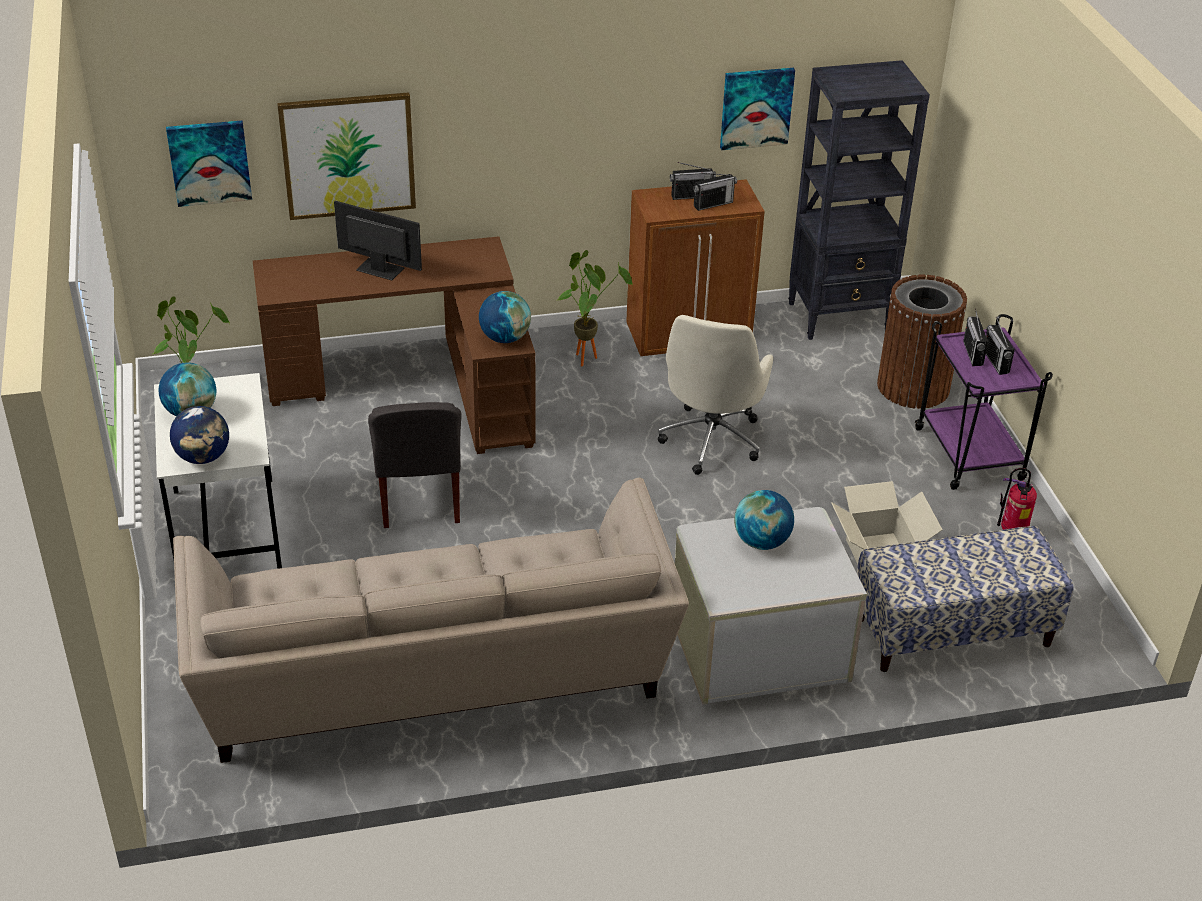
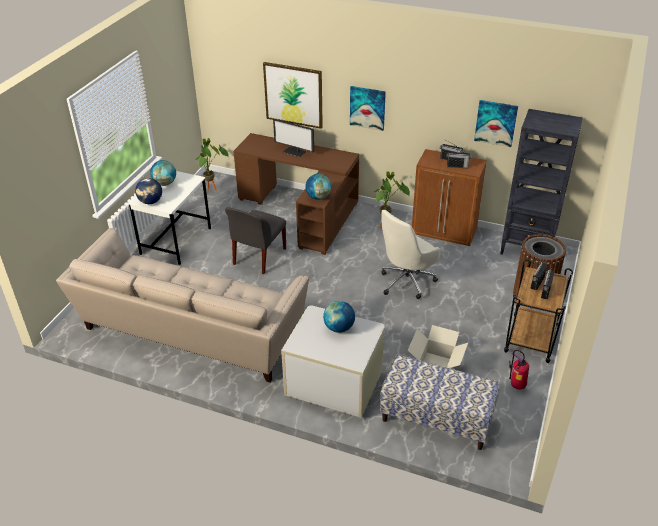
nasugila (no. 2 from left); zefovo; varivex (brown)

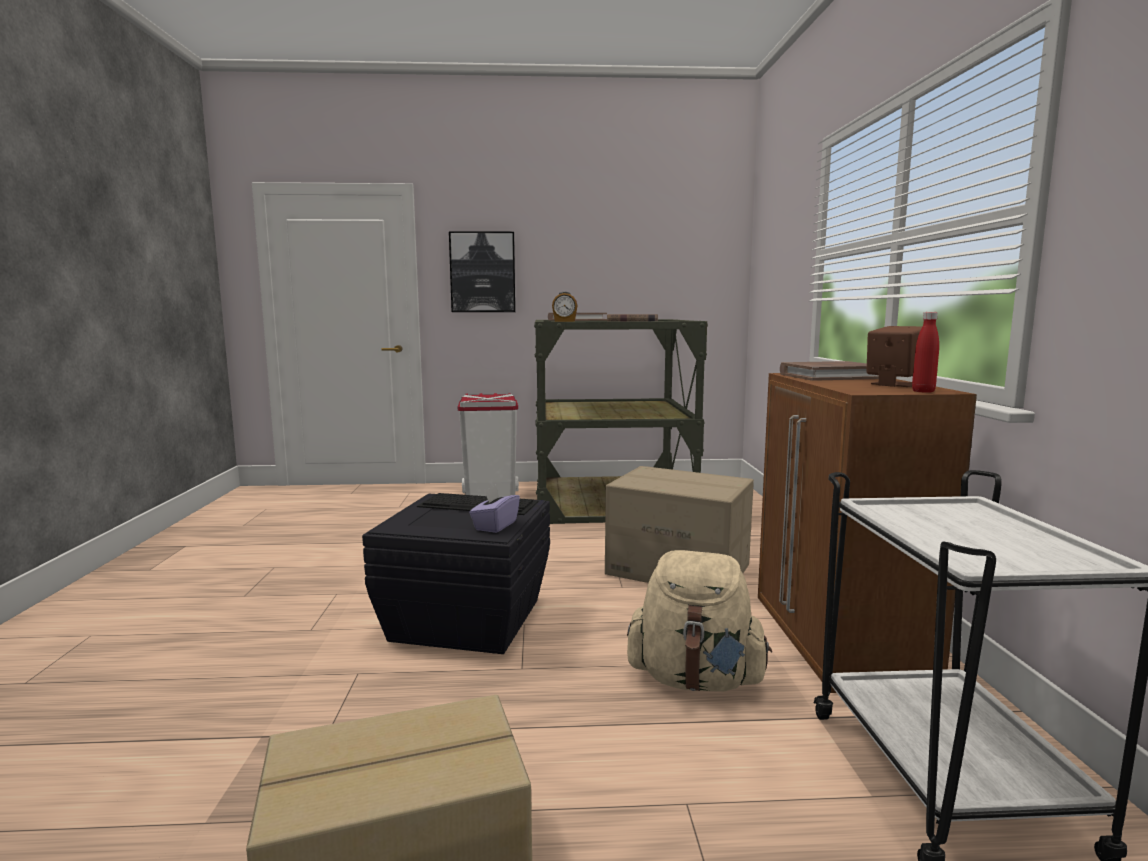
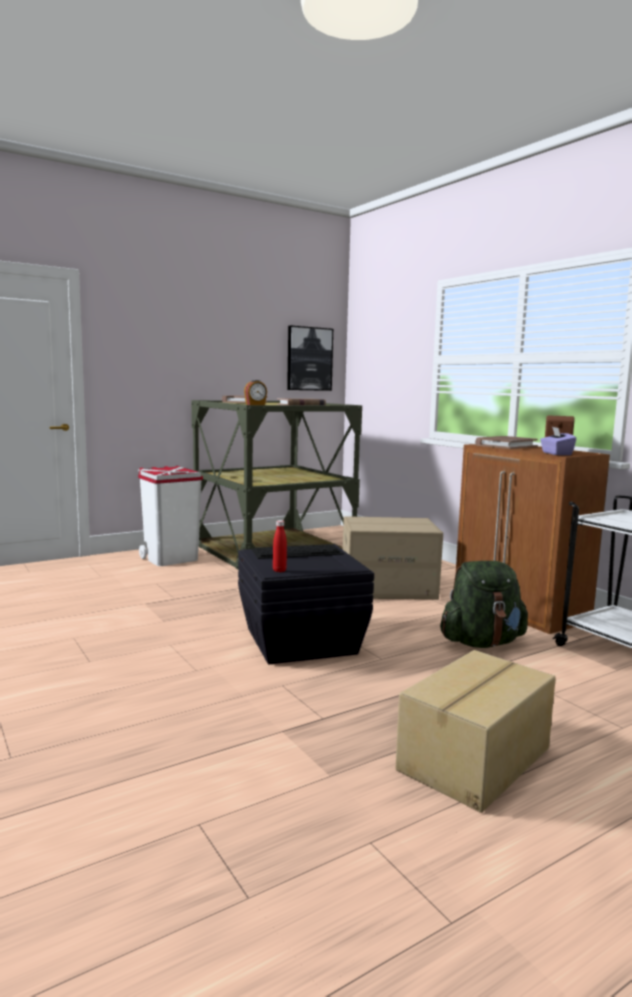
nasugila; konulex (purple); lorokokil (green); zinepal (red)

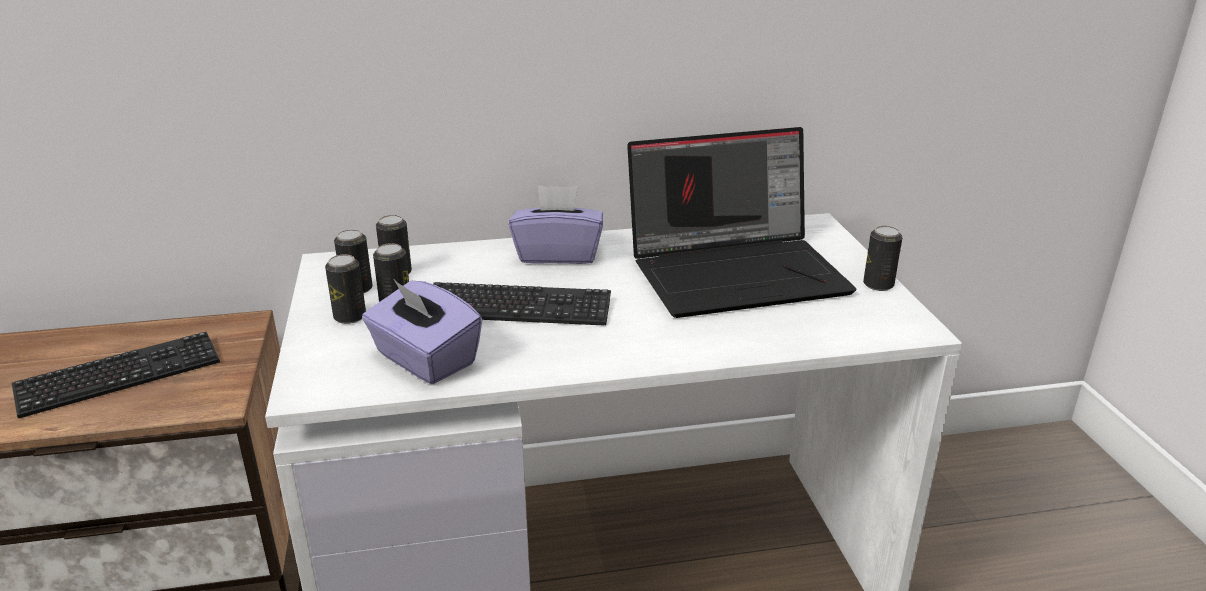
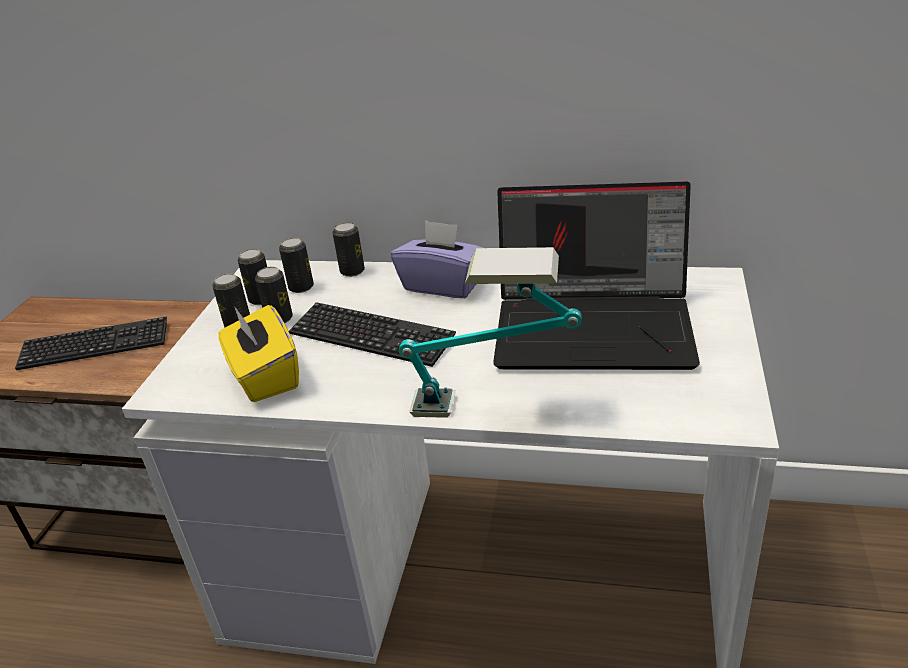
konulex (yellow); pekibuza (no. 5 from left); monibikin

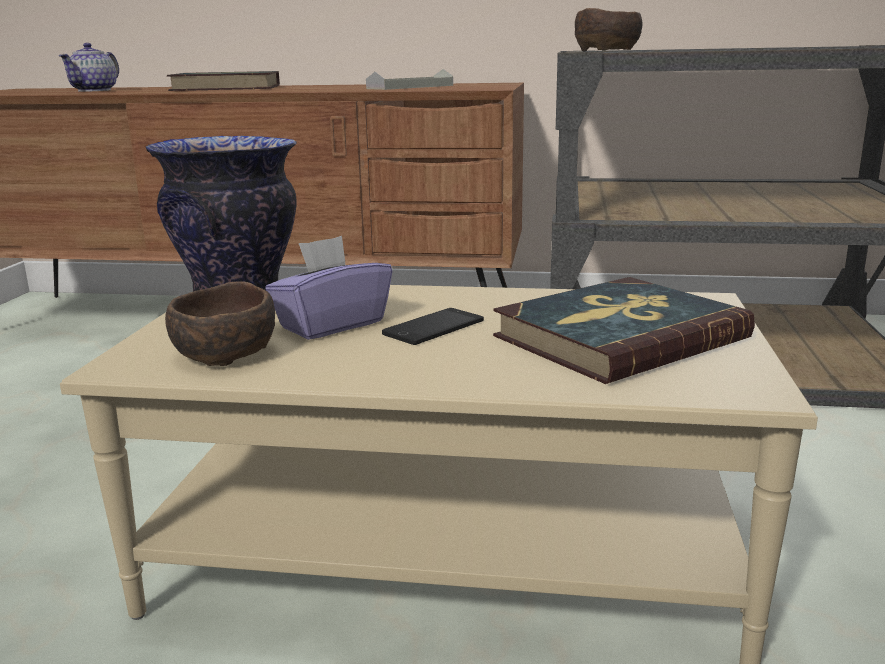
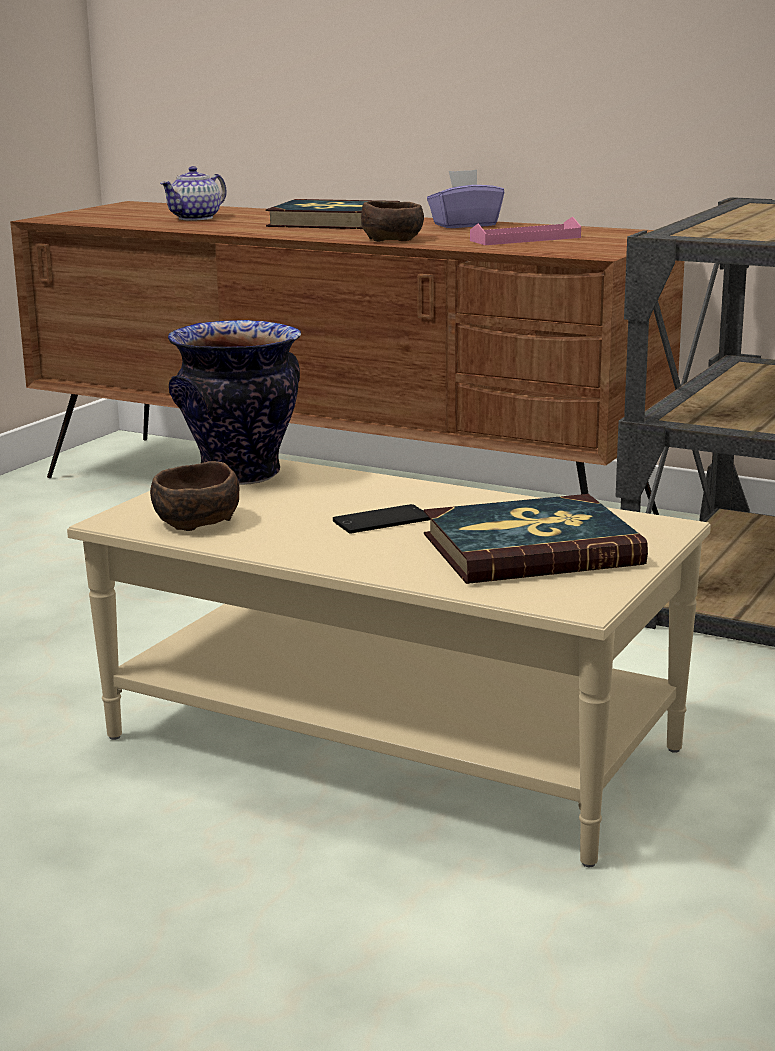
konulex (purple); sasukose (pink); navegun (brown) (no. 2 from left)

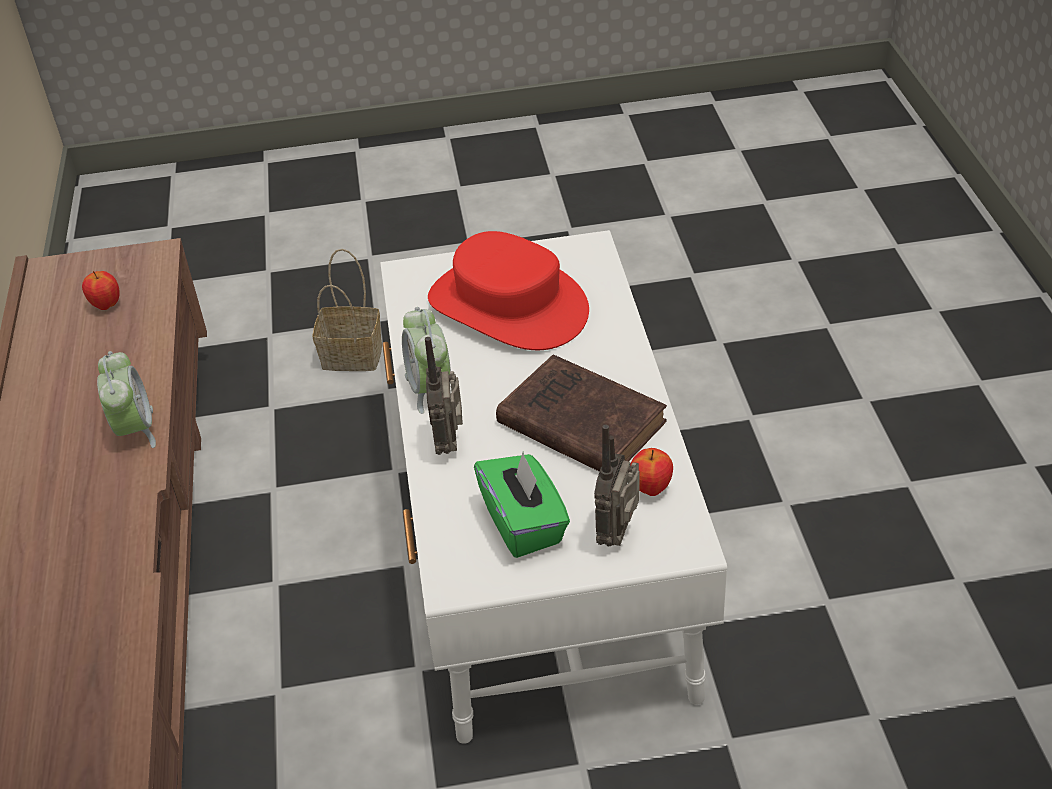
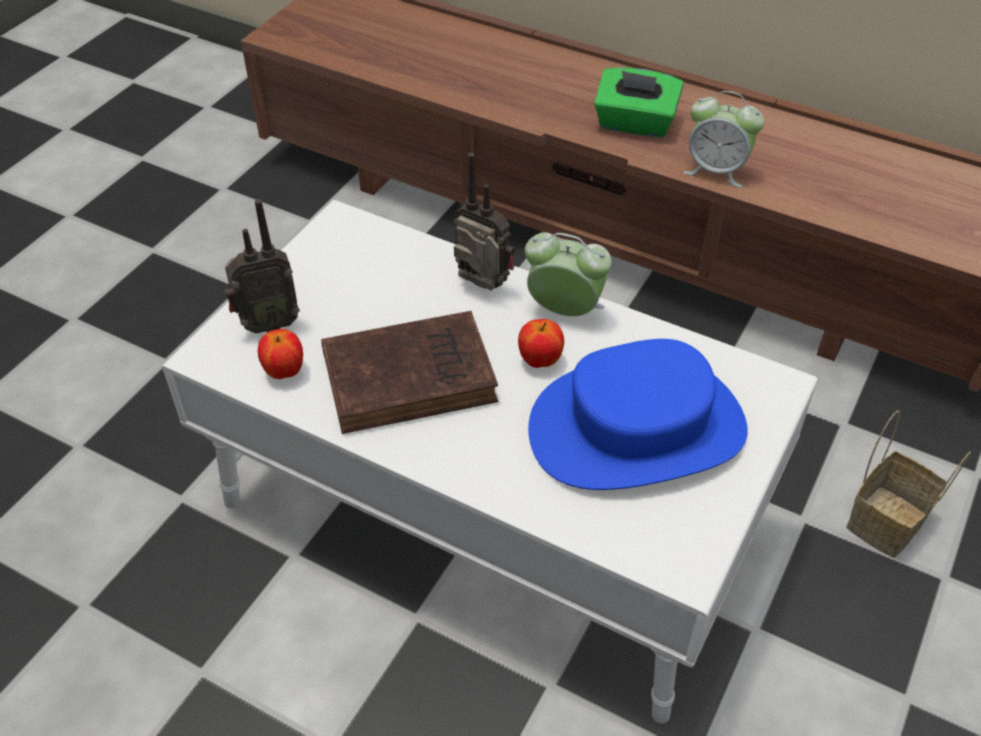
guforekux (no. 2 from left); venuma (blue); konulex (green); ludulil (no. 1 from left)

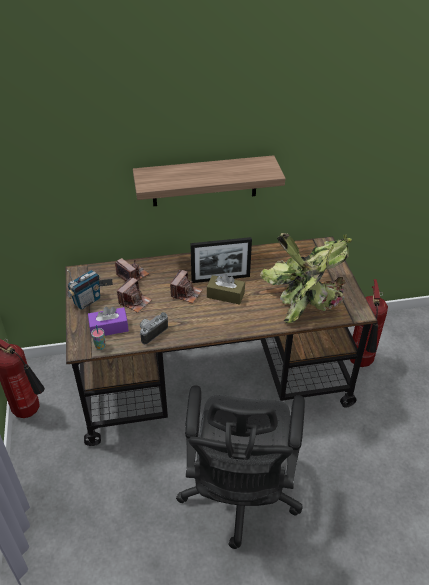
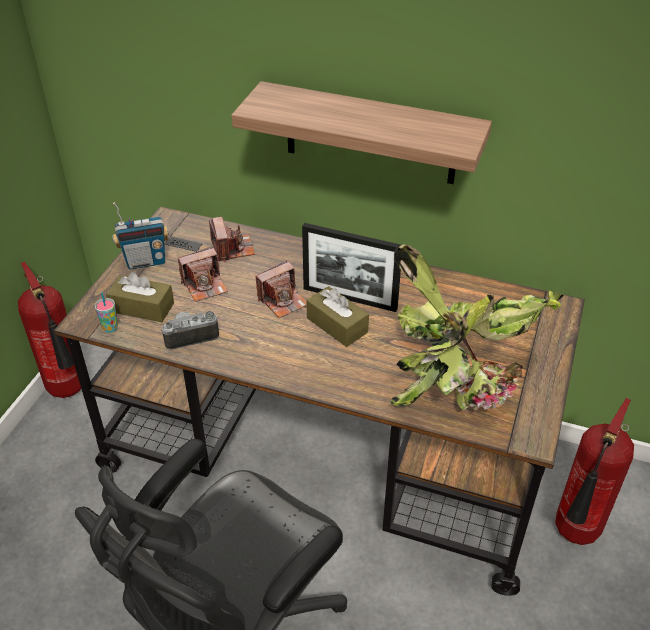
konulex (brown) (no. 1 from left)

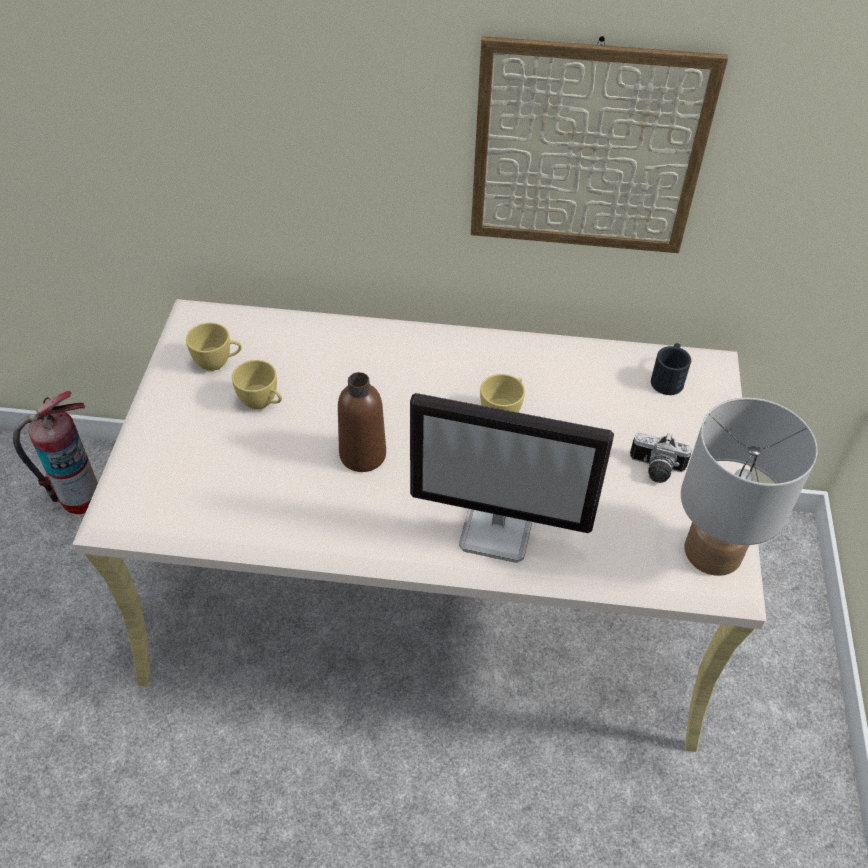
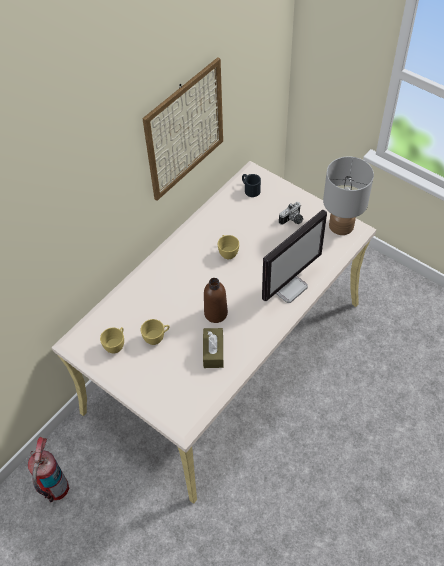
konulex (brown)

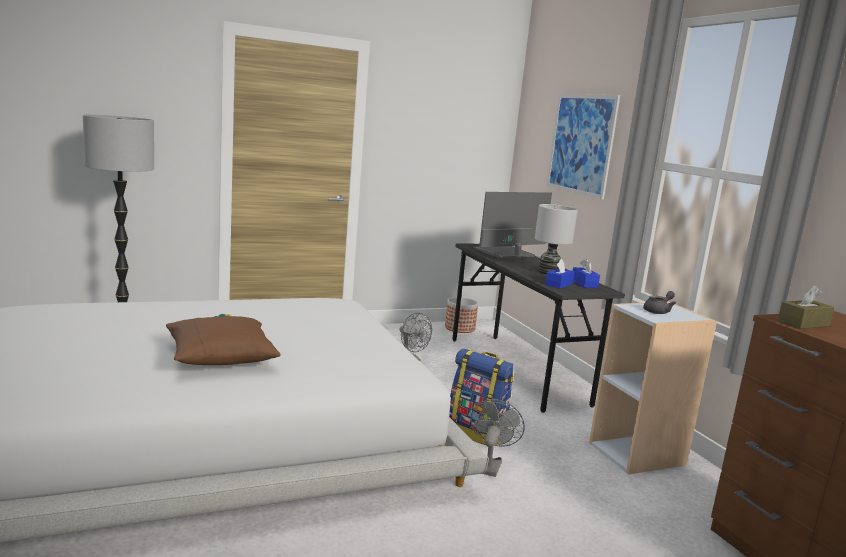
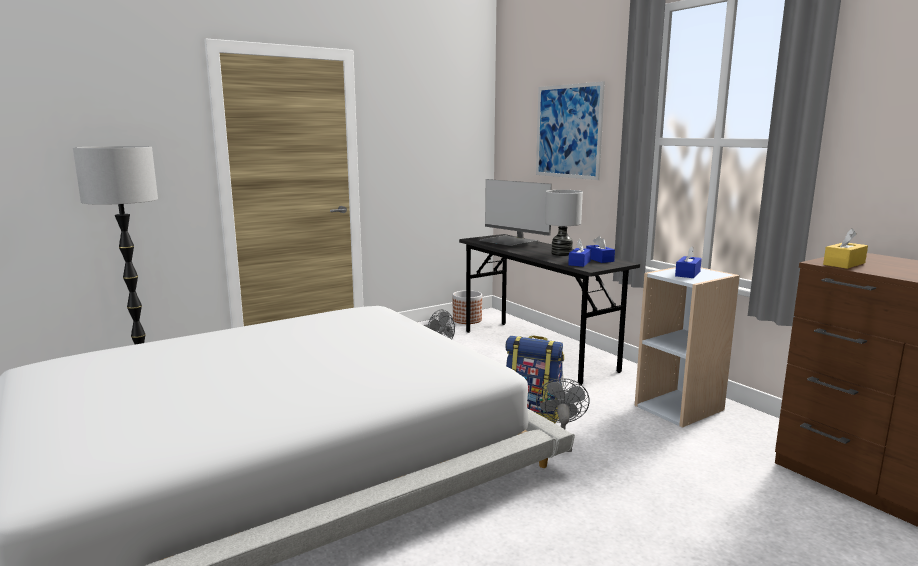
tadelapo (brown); zefovo; konulex (blue) (no. 3 from left); konulex (yellow)

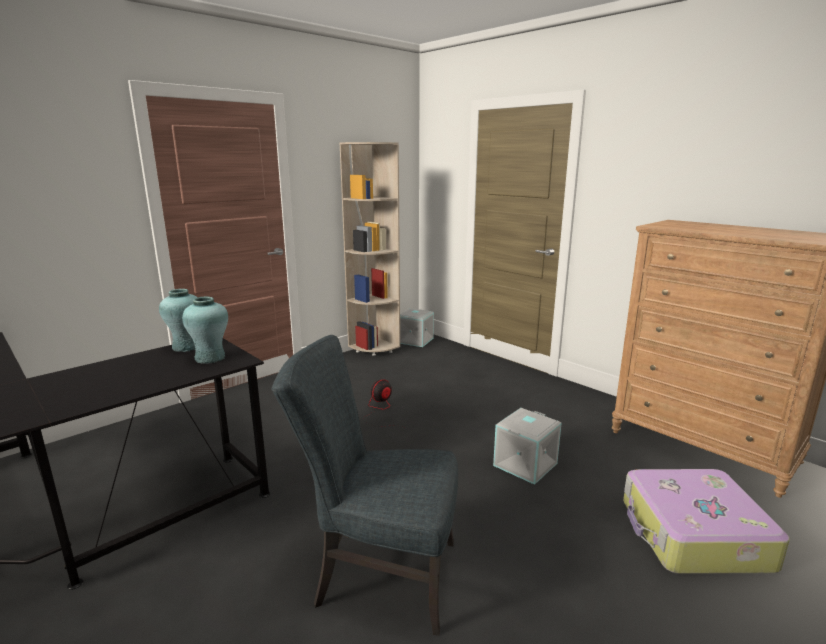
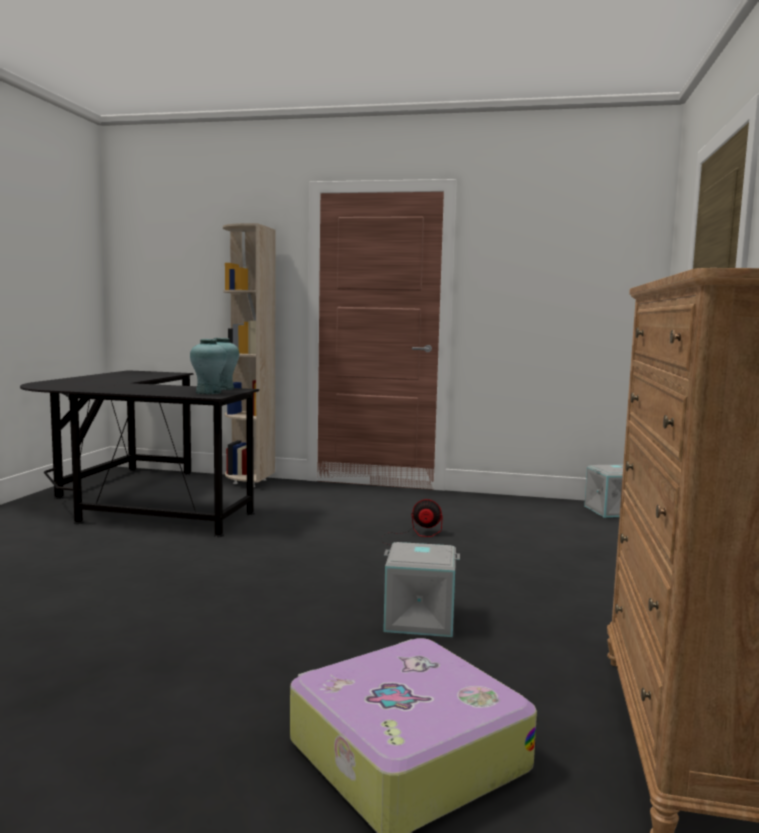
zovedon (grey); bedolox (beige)

